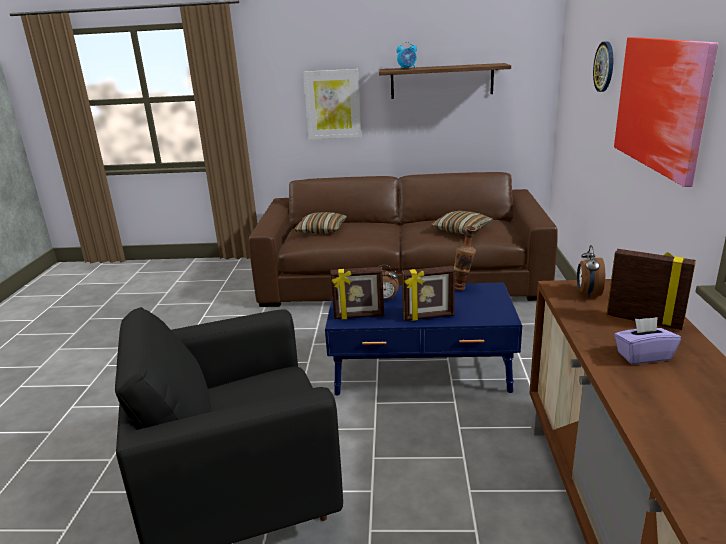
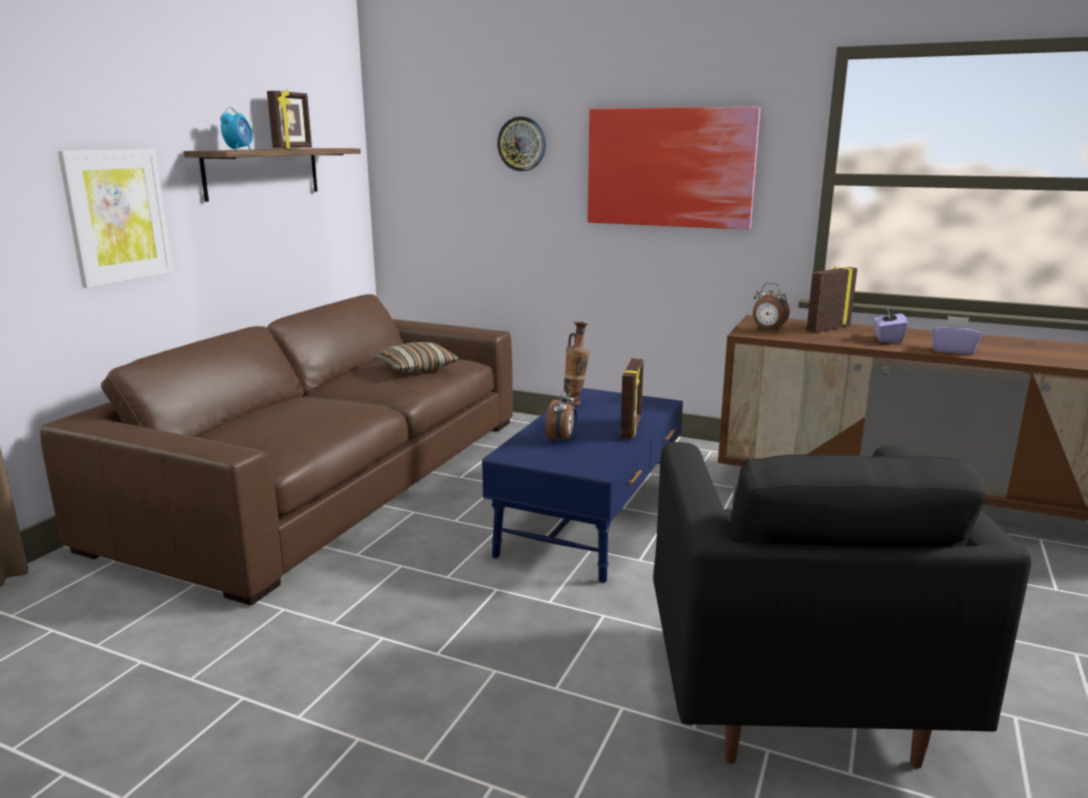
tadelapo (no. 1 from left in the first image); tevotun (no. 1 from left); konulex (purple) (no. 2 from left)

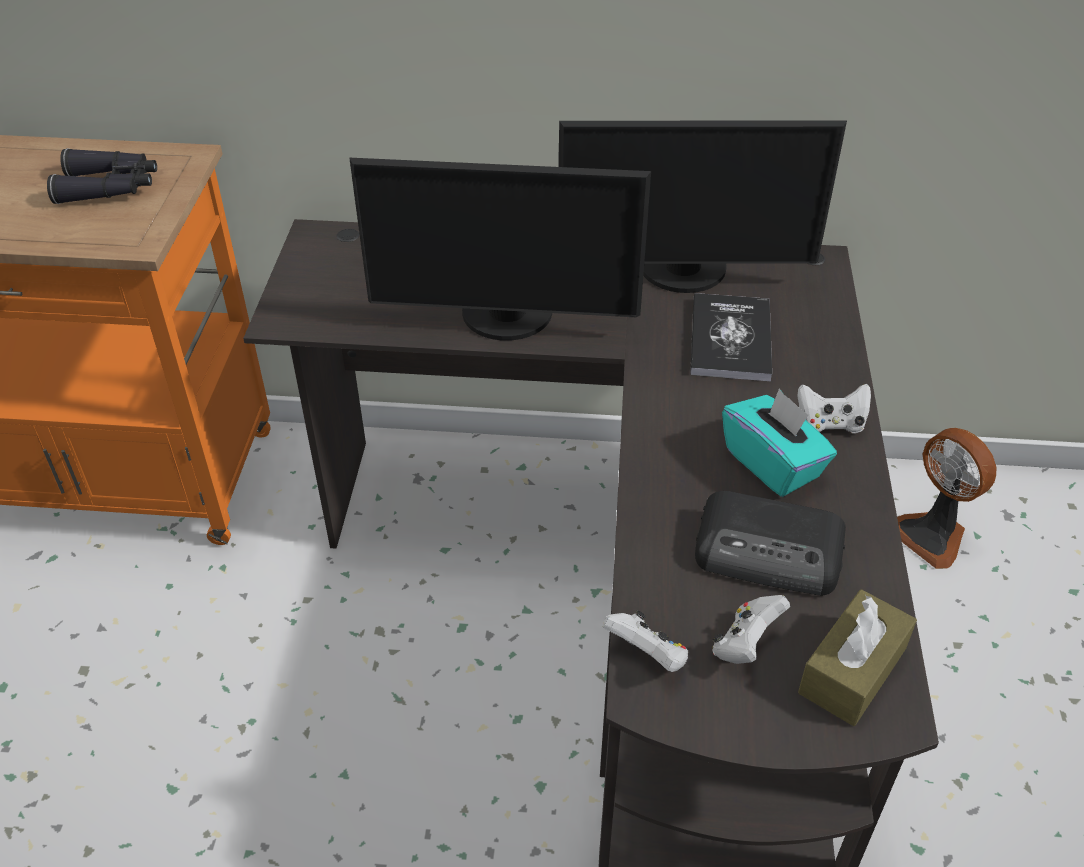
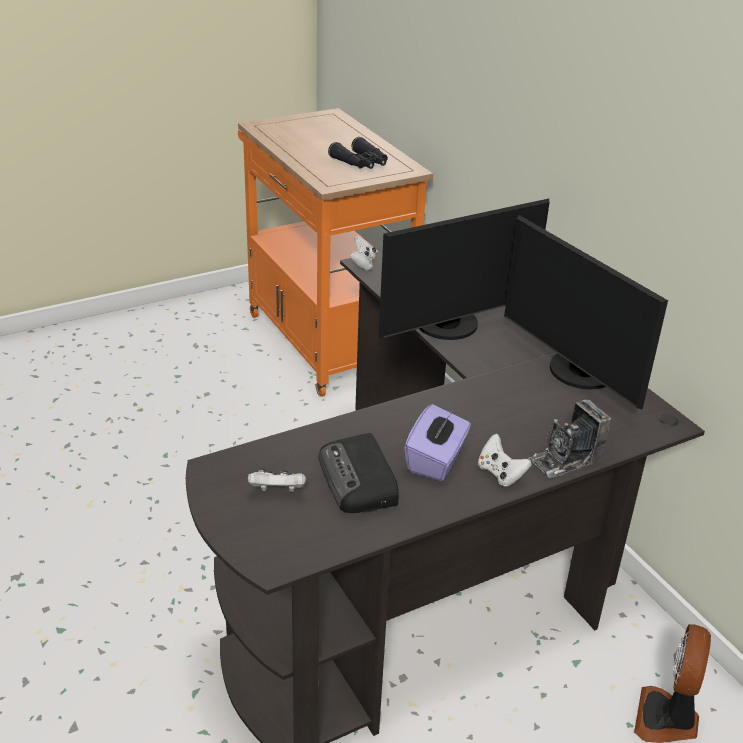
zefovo (no. 1 from left); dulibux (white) (no. 2 from left); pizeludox; konulex (purple); konulex (brown); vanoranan

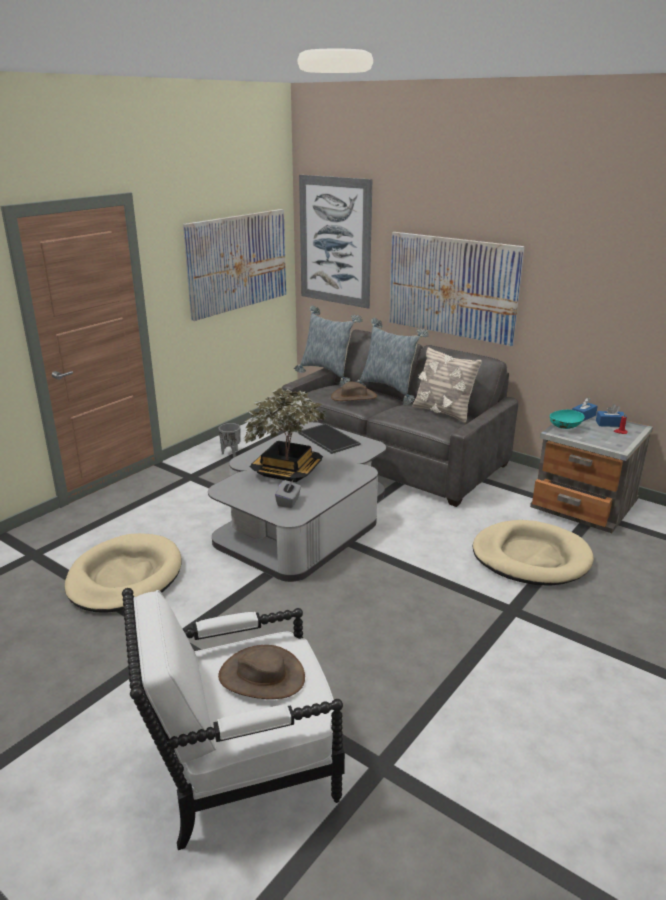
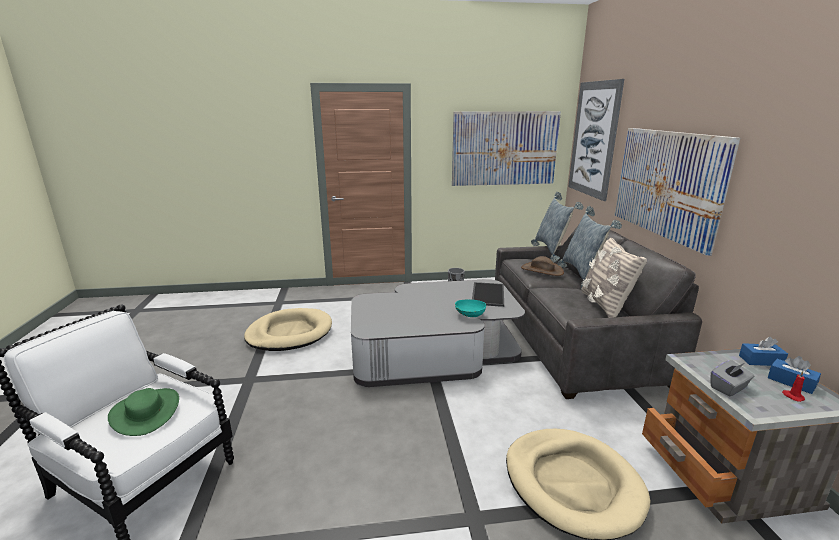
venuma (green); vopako; konulex (grey); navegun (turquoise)

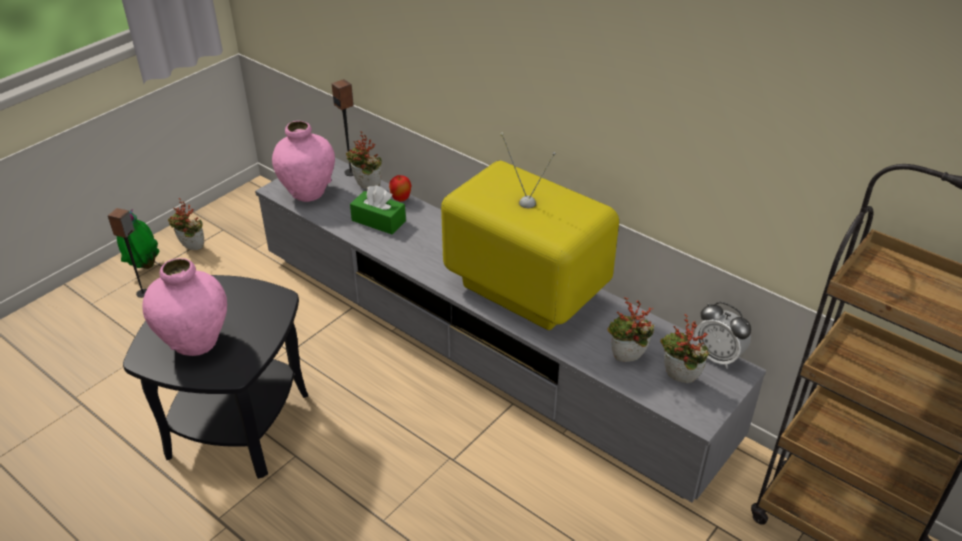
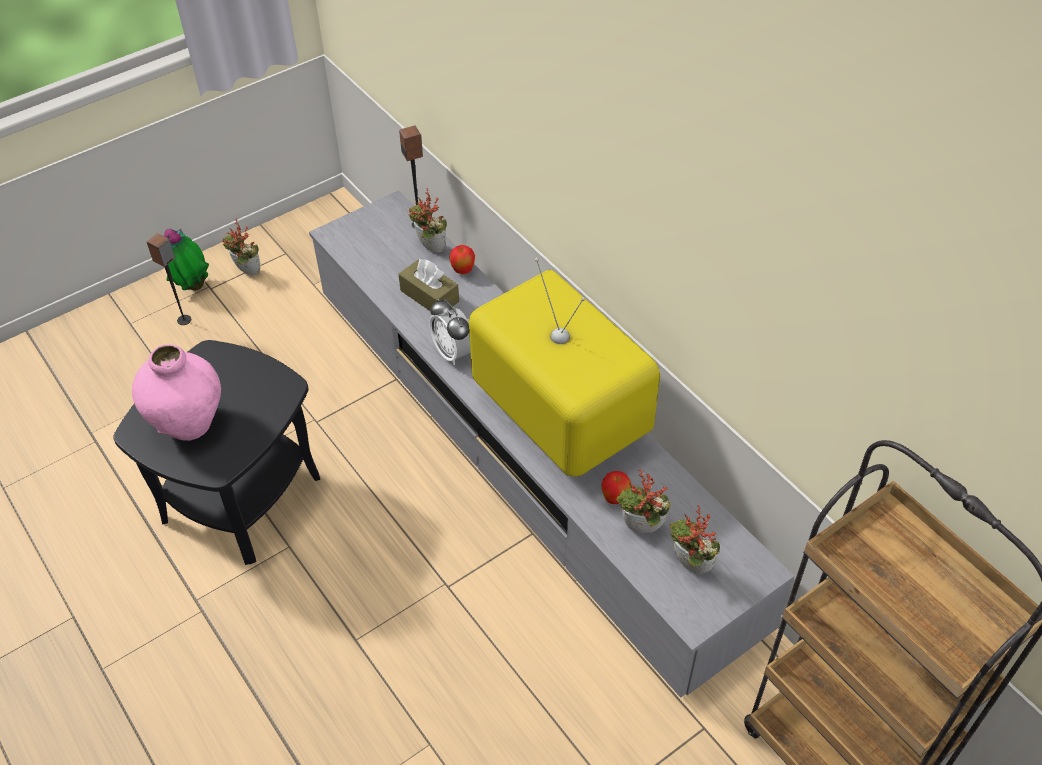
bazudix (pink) (no. 2 from left in the first image); konulex (brown); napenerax; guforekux (no. 2 from left)

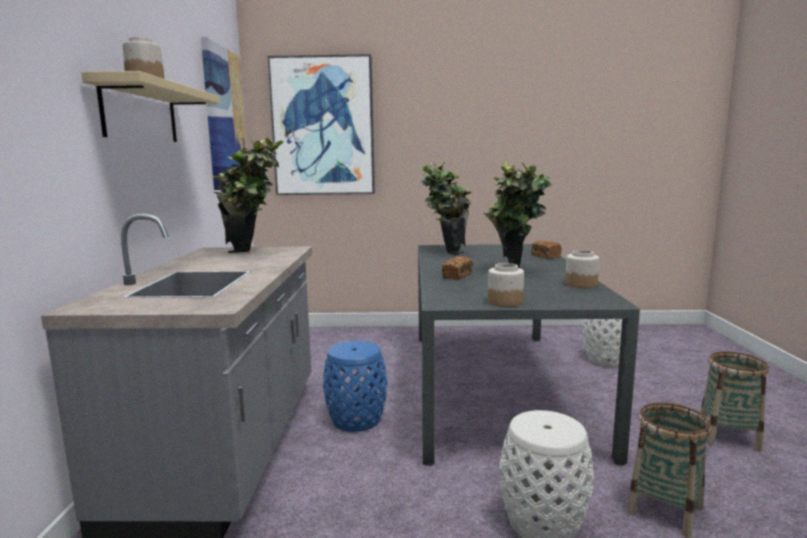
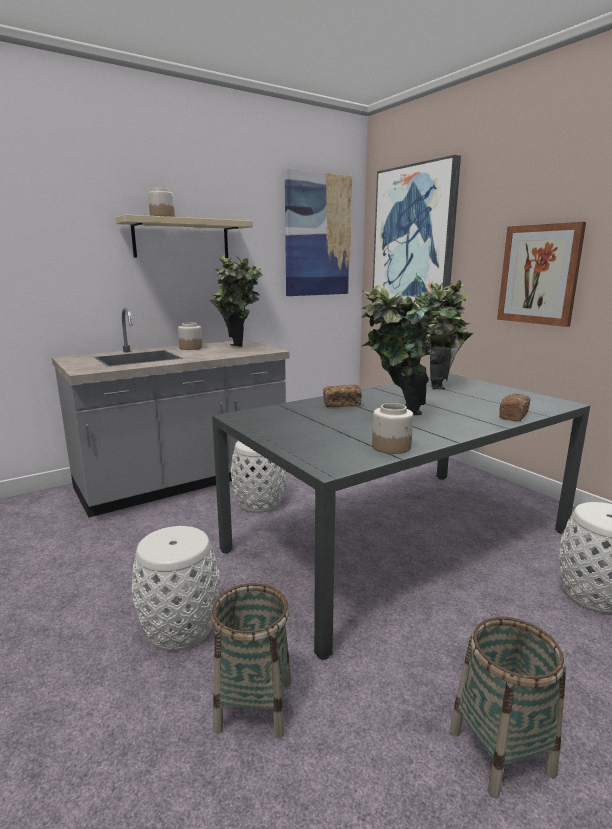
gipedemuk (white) (no. 2 from left); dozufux (no. 2 from left); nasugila (no. 3 from left)

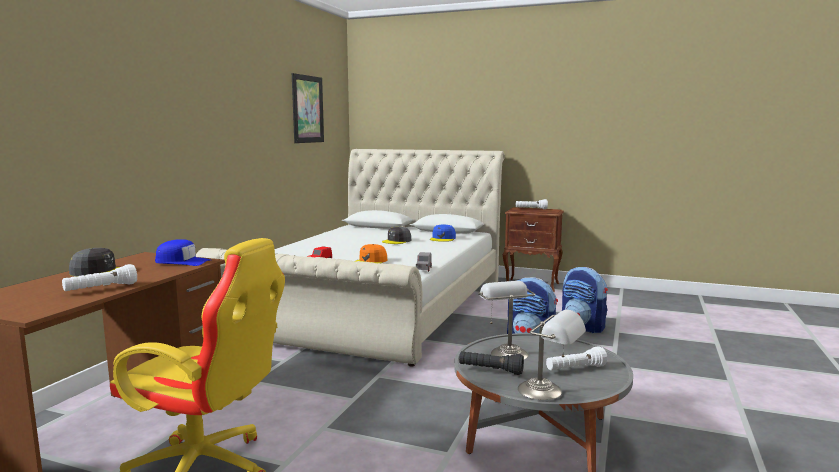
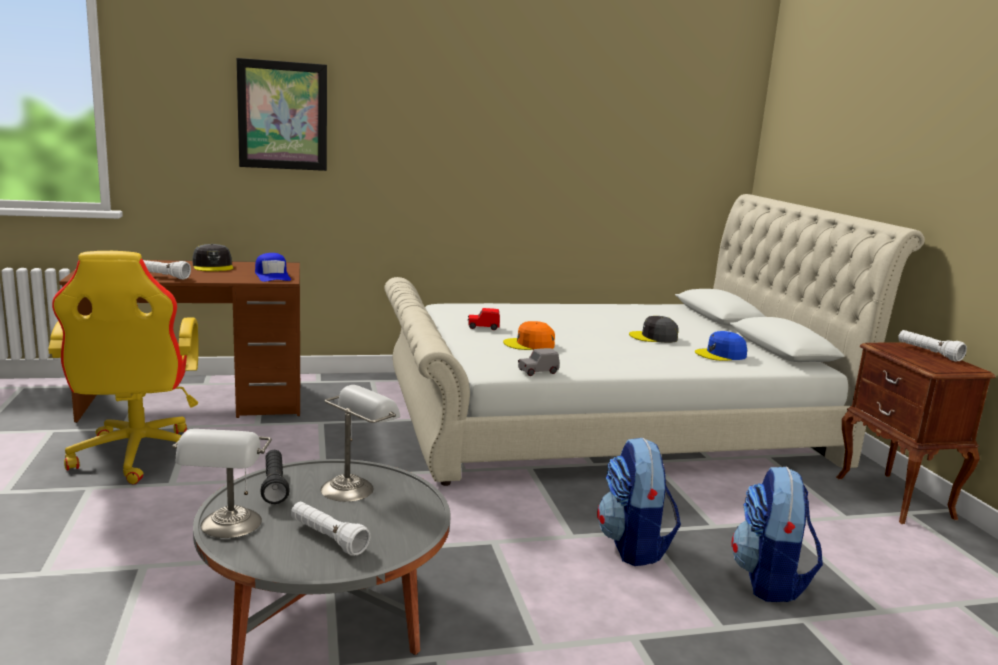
nasugila

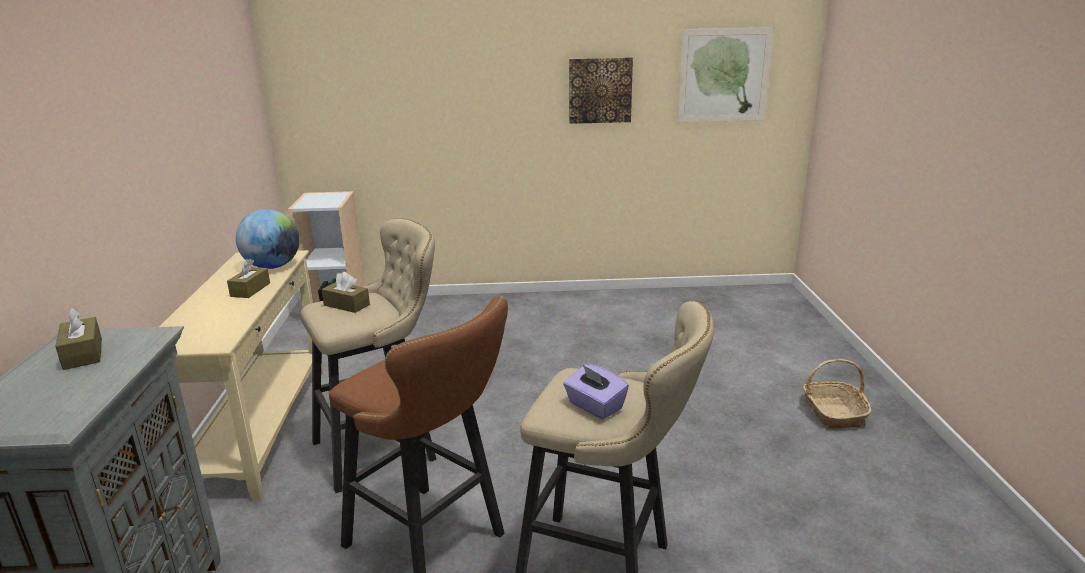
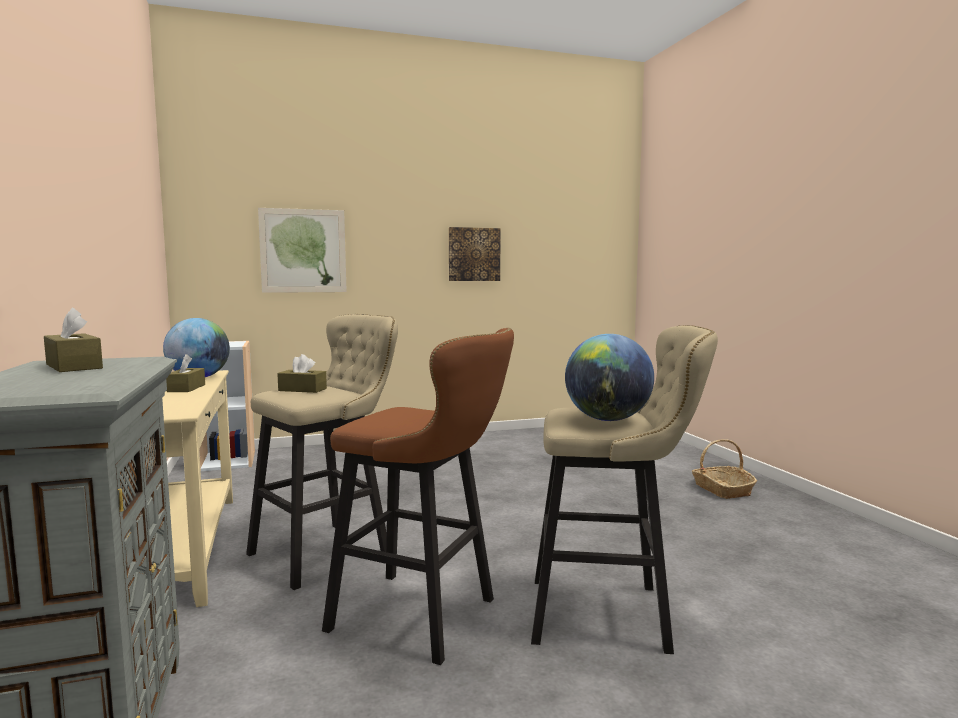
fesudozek (no. 2 from left); nasugila (no. 1 from left)

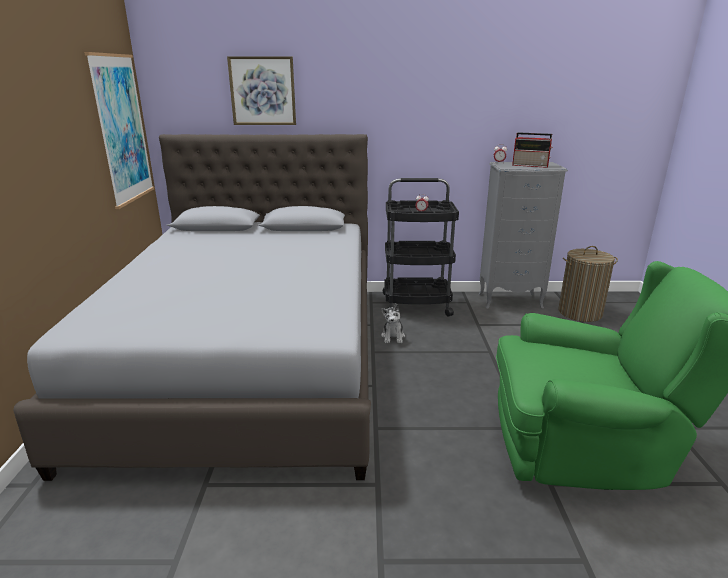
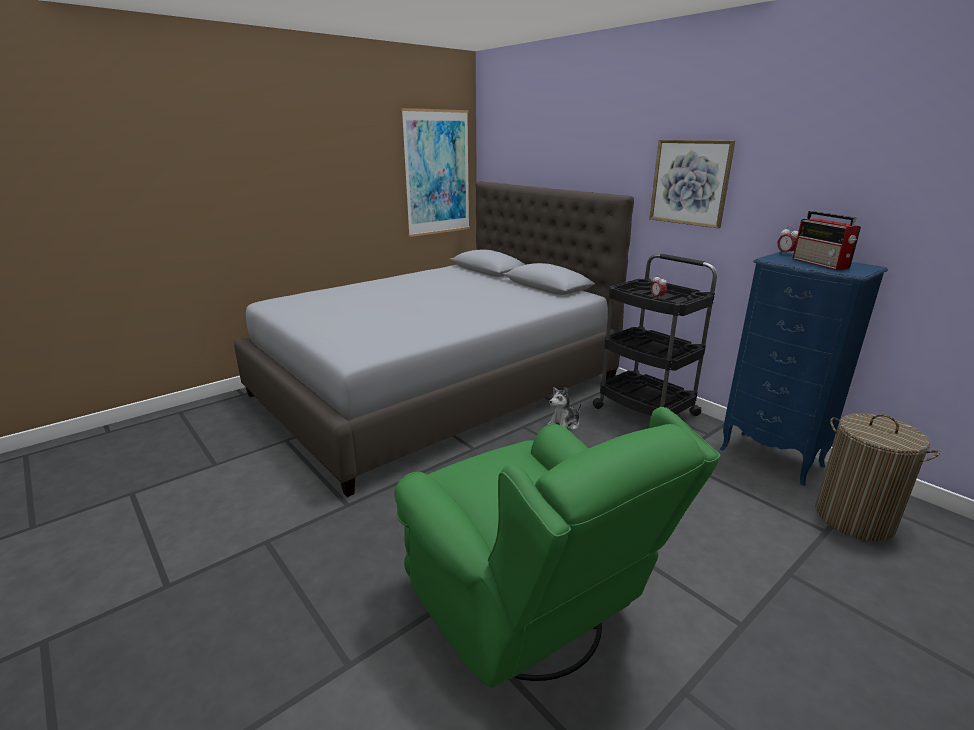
nasugila (no. 2 from left); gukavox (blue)

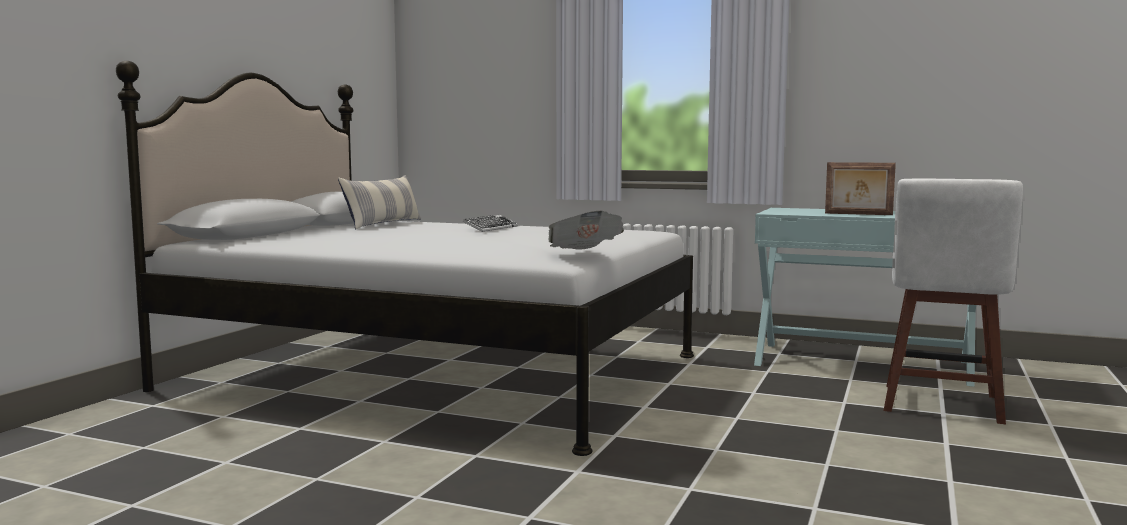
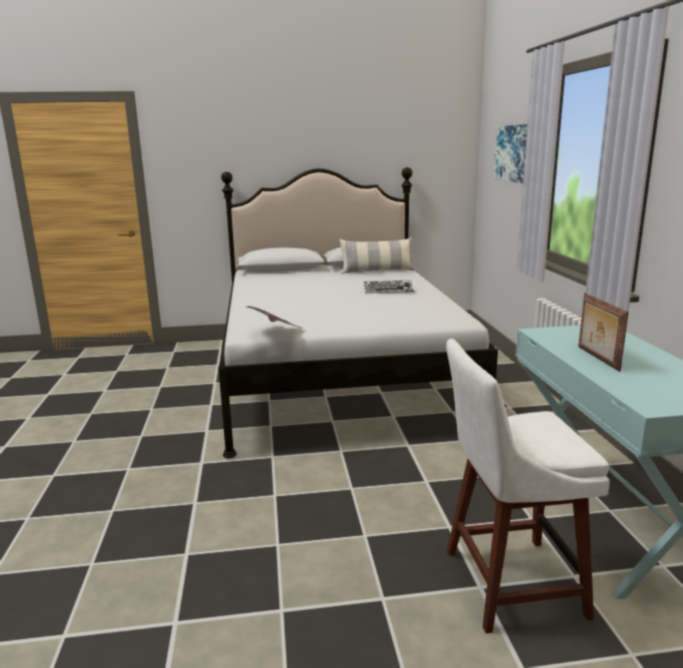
nasugila

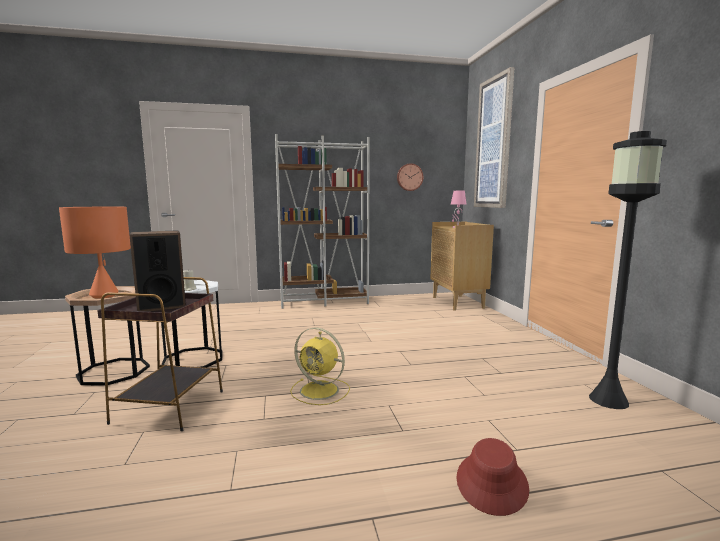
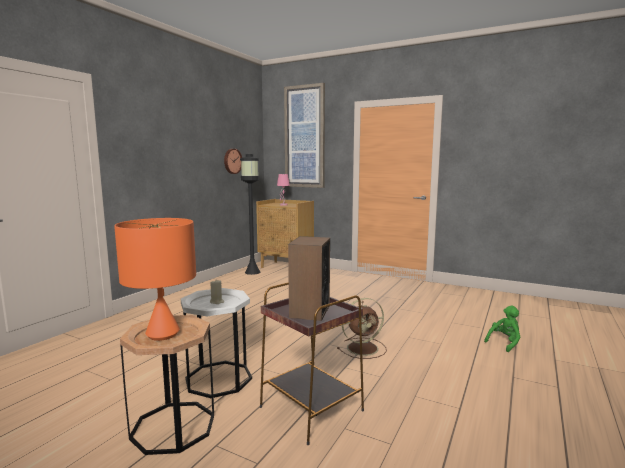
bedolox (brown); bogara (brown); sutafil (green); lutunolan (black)

